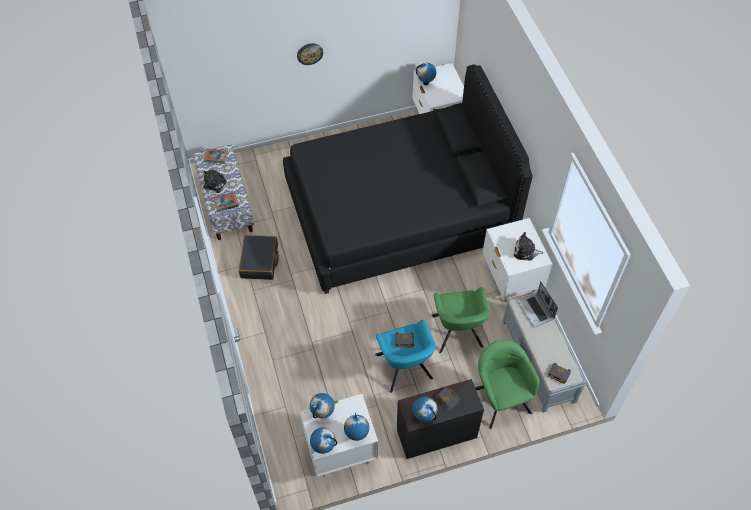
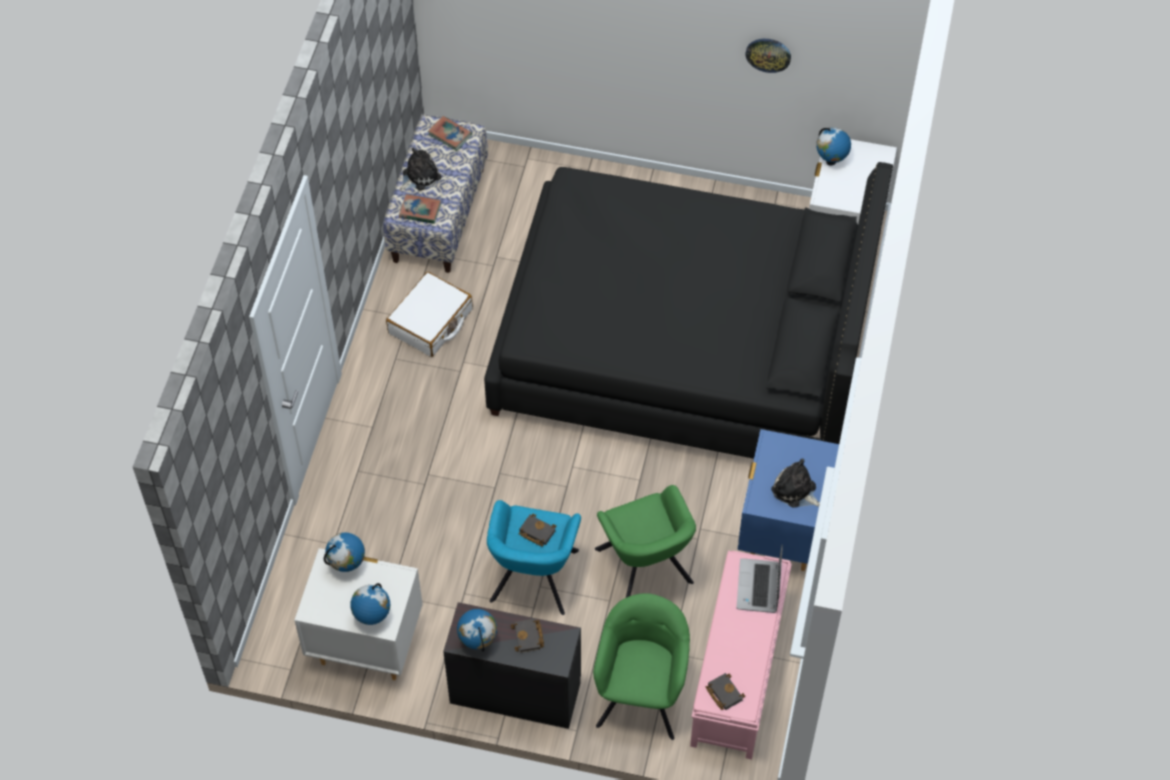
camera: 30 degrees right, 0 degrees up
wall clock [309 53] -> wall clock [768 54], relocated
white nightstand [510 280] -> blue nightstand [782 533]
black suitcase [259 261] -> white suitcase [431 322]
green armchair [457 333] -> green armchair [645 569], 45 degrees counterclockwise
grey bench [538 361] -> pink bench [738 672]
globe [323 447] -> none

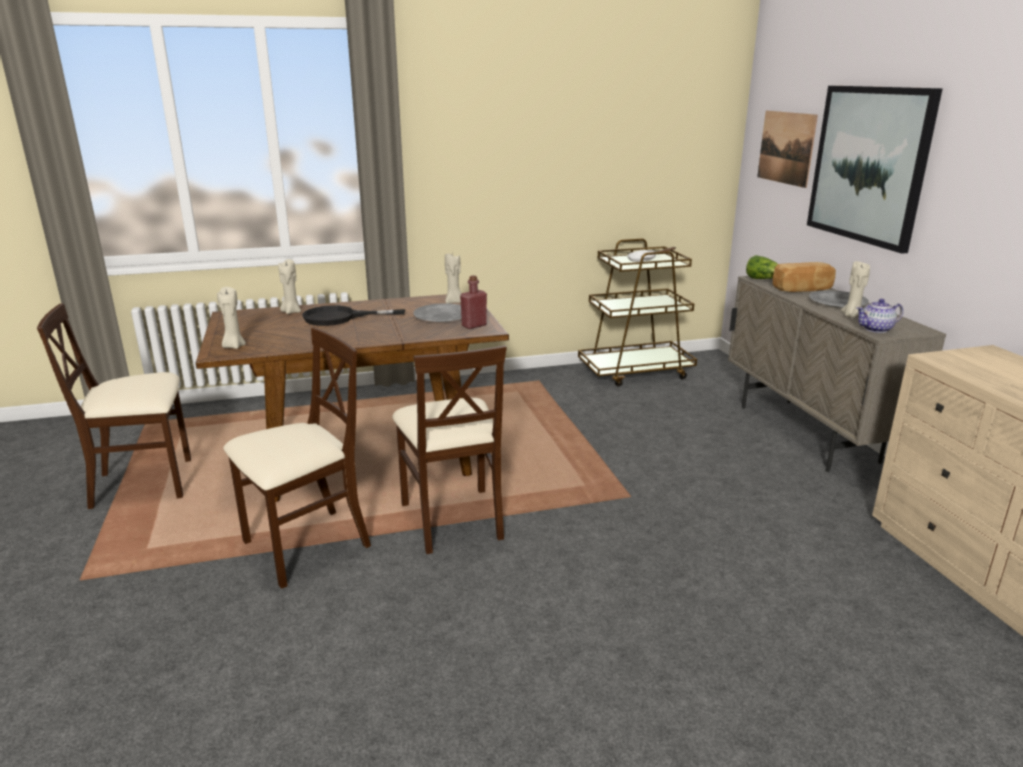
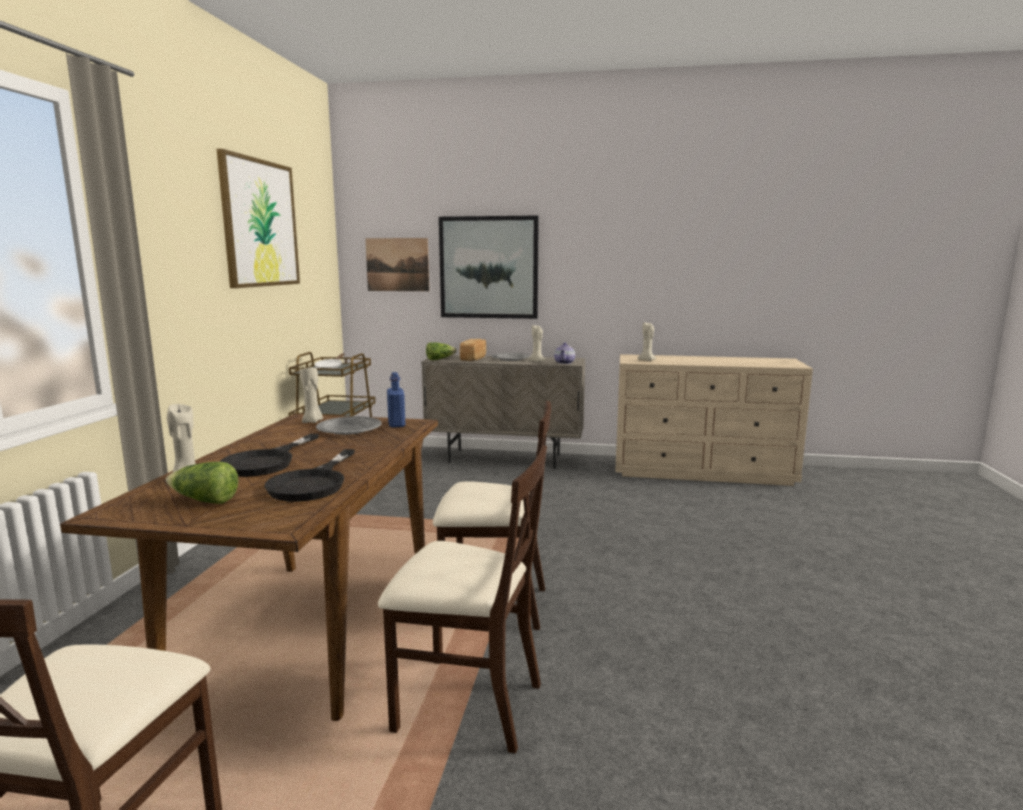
camera: 65 degrees left, 10 degrees down
red bottle [474 325] -> blue bottle [396 424]
beige candle [234 346] -> beige candle [647 360], relocated
beige chair [306 546] -> beige chair [467 704], 120 degrees clockwise
none -> picture [260 223]
none -> black frying pan [313 483]
none -> lettuce [204 501]

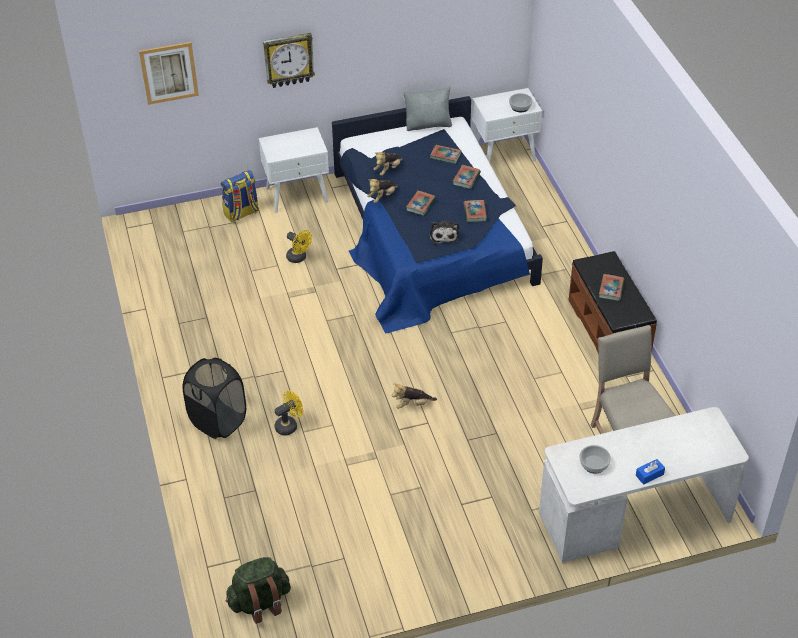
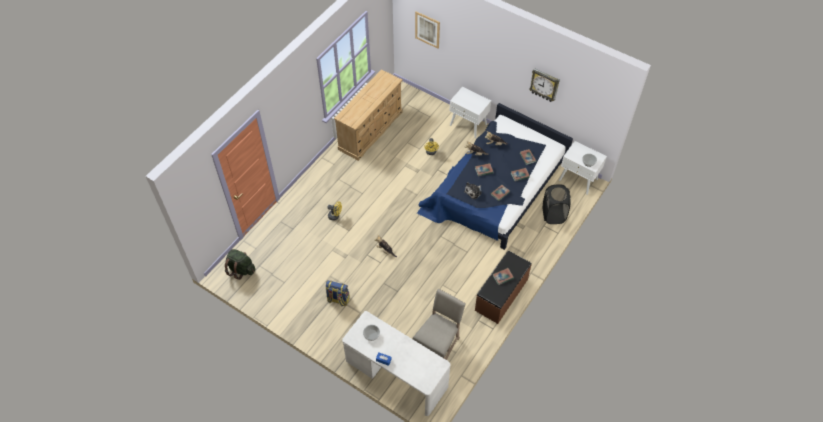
camera: 50 degrees right, 10 degrees up
wall clock [288 59] -> wall clock [544 85], relocated
grey pillow [428 125] -> none
backpack [241 213] -> backpack [338 299], relocated
black laundry basket [218 421] -> black laundry basket [553 215], relocated
none -> beige dresser [371 130]

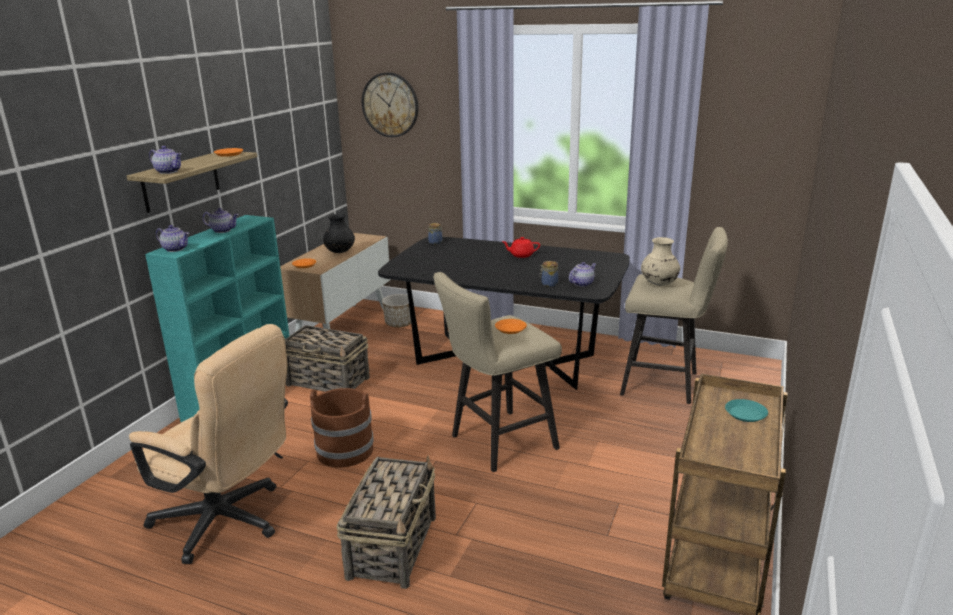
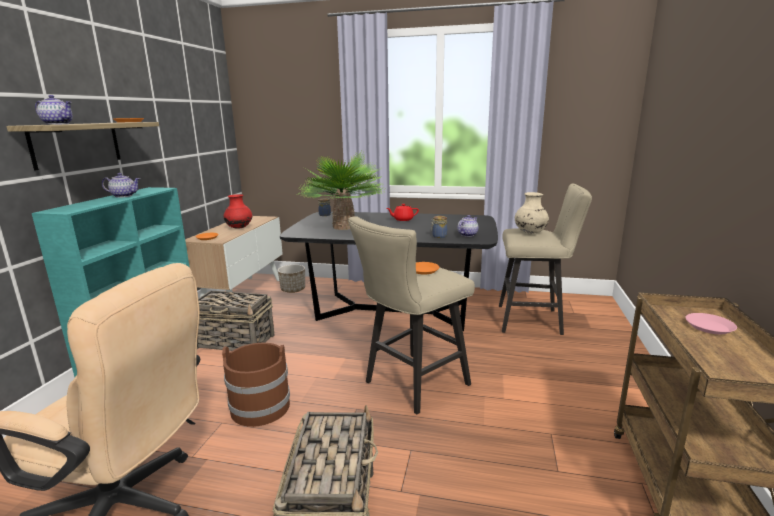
camera: 10 degrees left, 5 degrees down
wall clock [390 105] -> none
black vase [340 252] -> red vase [239 228]
teapot [176 249] -> none
turquoise plate [745 414] -> pink plate [709 327]
none -> potted plant [344 227]

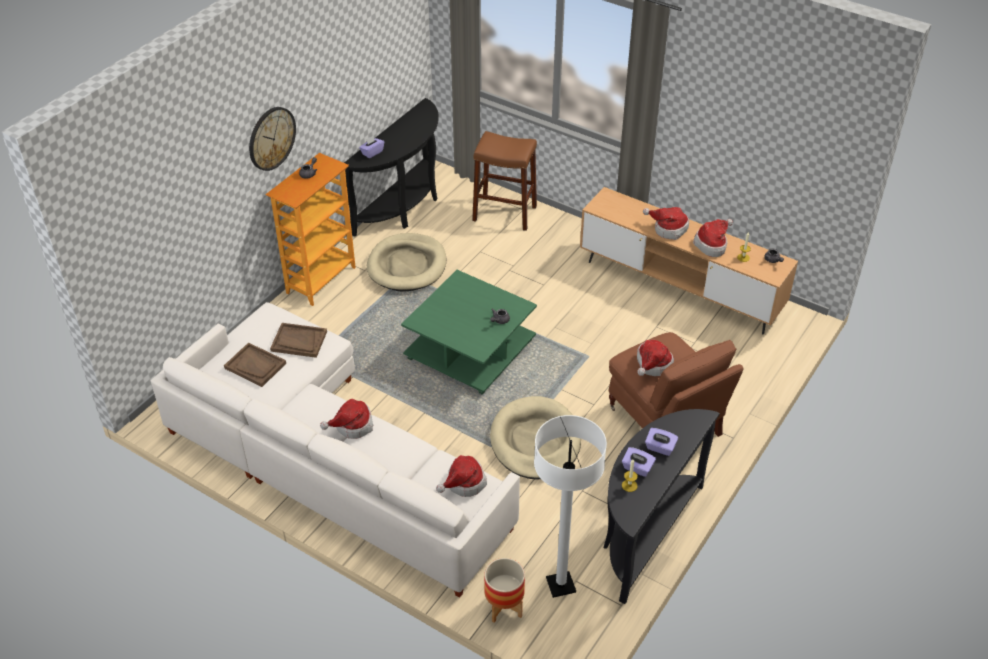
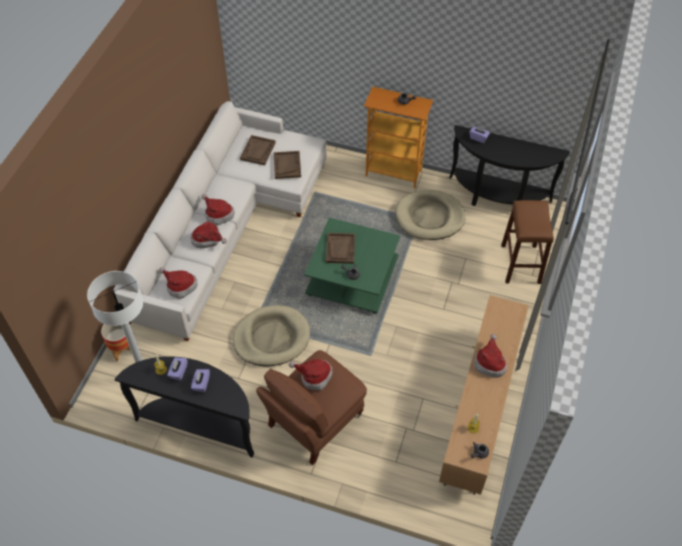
camera: 75 degrees right, 10 degrees up
wall clock [271 138] -> none
hat [712 244] -> hat [208 240], relocated
none -> brown tray [340 249]

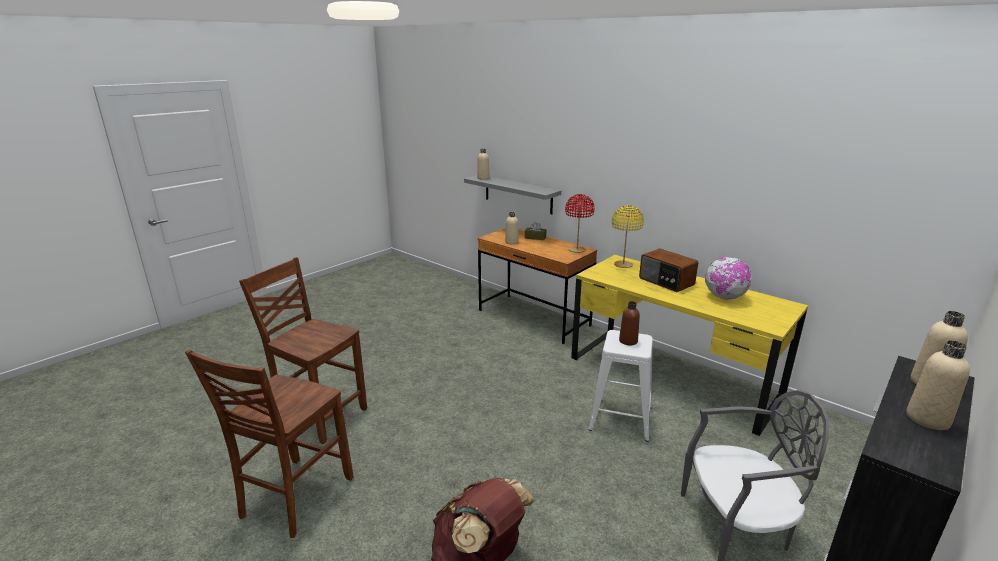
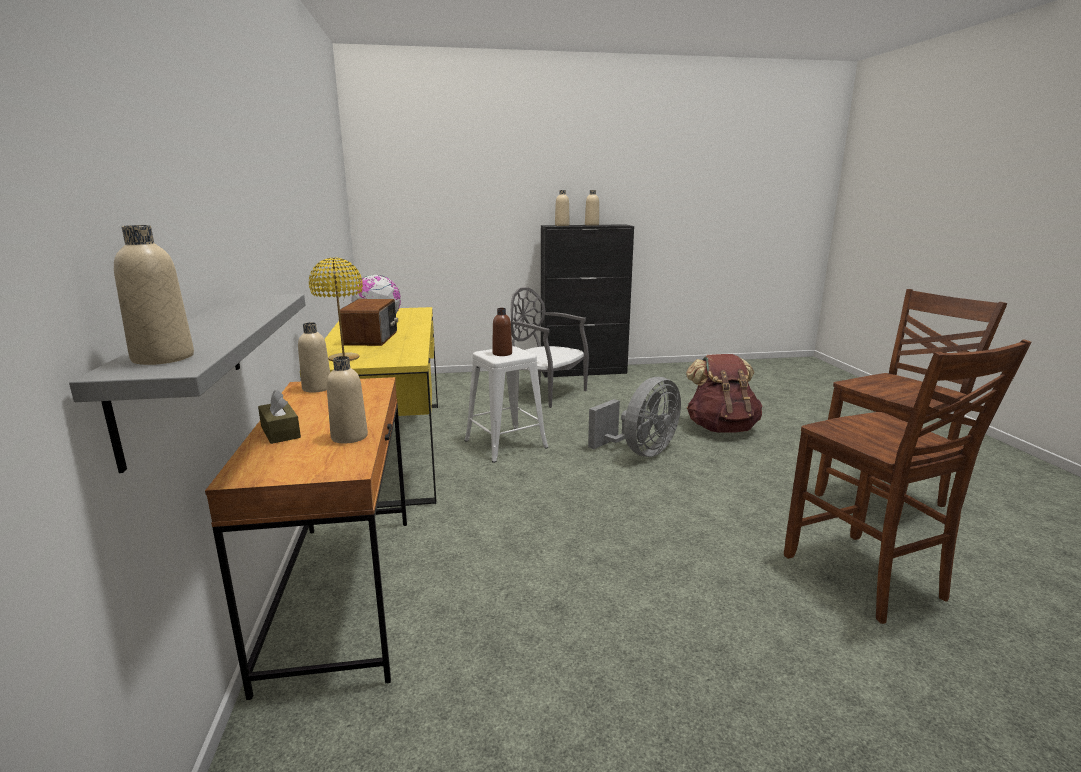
camera: 140 degrees left, 5 degrees down
red table lamp [576 250] -> beige bottle [317 388]
none -> grey fan [640 452]

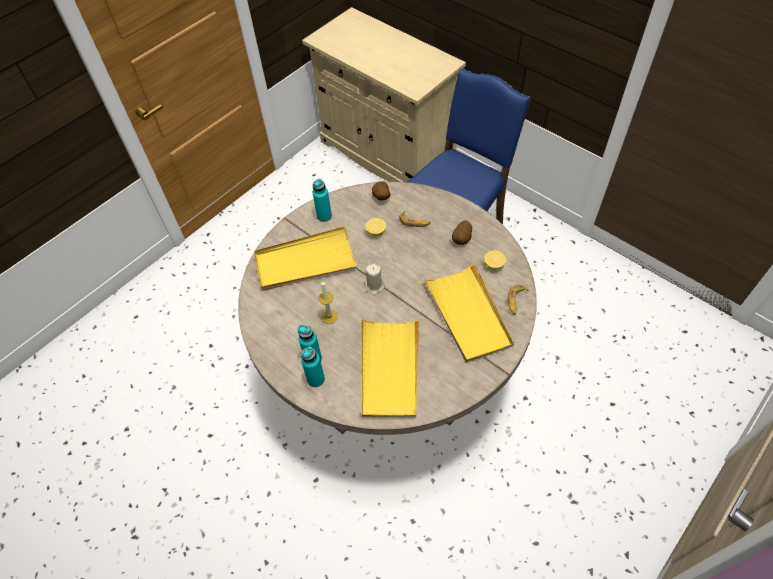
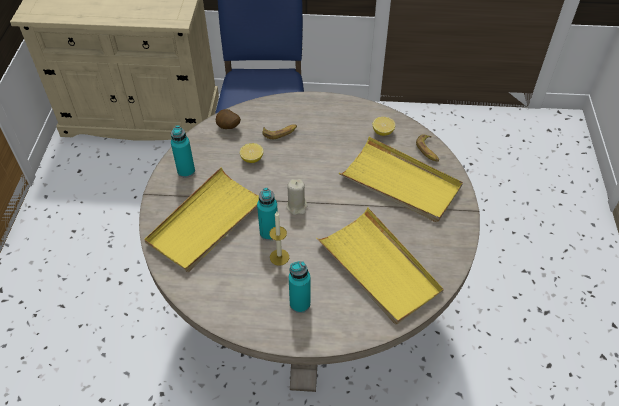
camera: 40 degrees left, 5 degrees down
potato [462 239] -> none
turquoise bottle [316 379] -> turquoise bottle [269 233], relocated

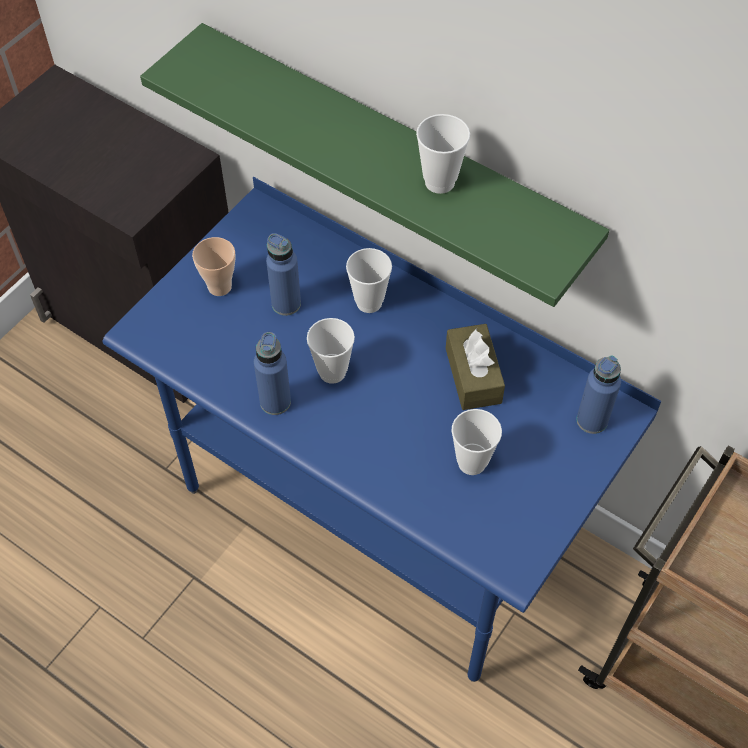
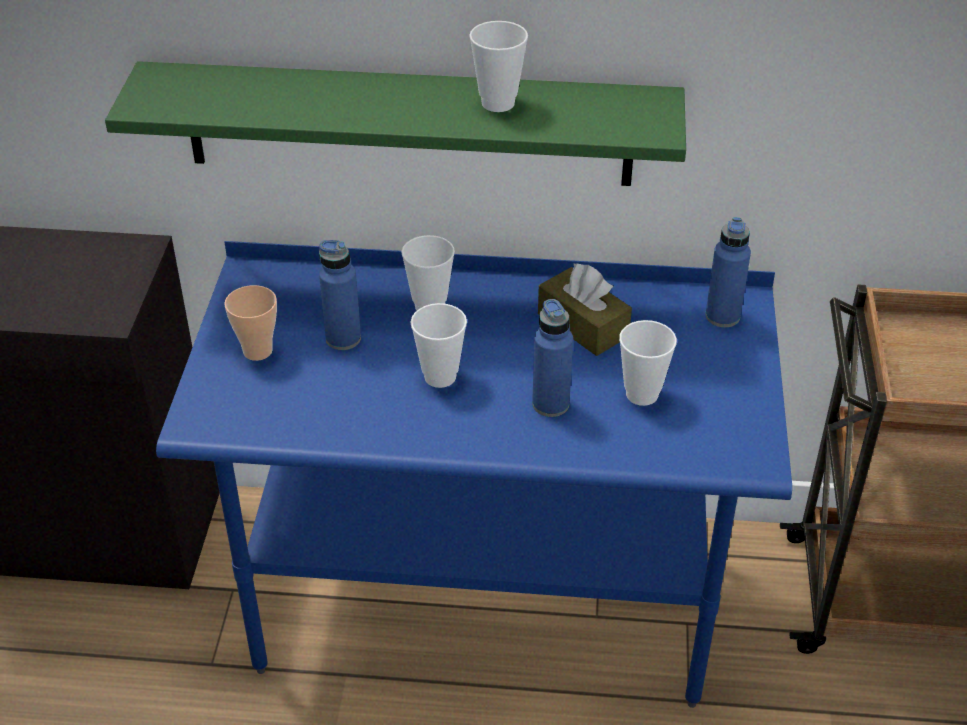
camera: 30 degrees left, 15 degrees down
blue bottle [275 402] -> blue bottle [550 404], relocated

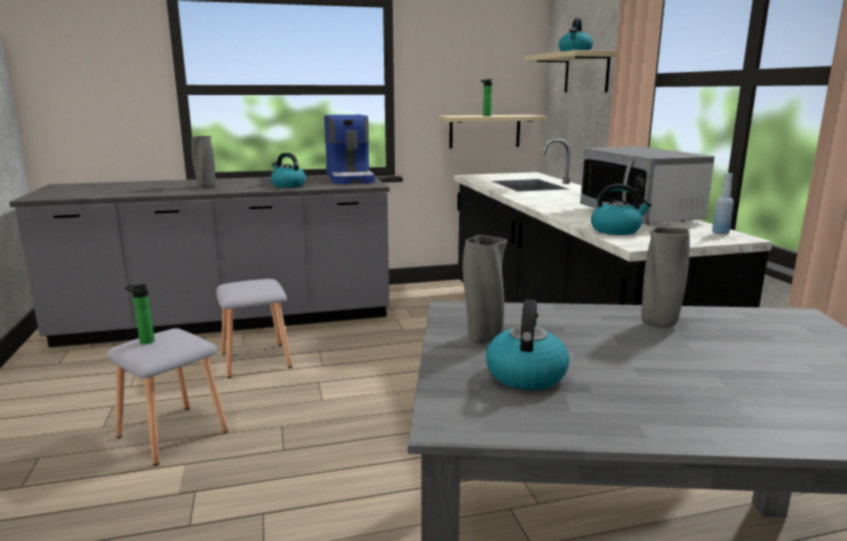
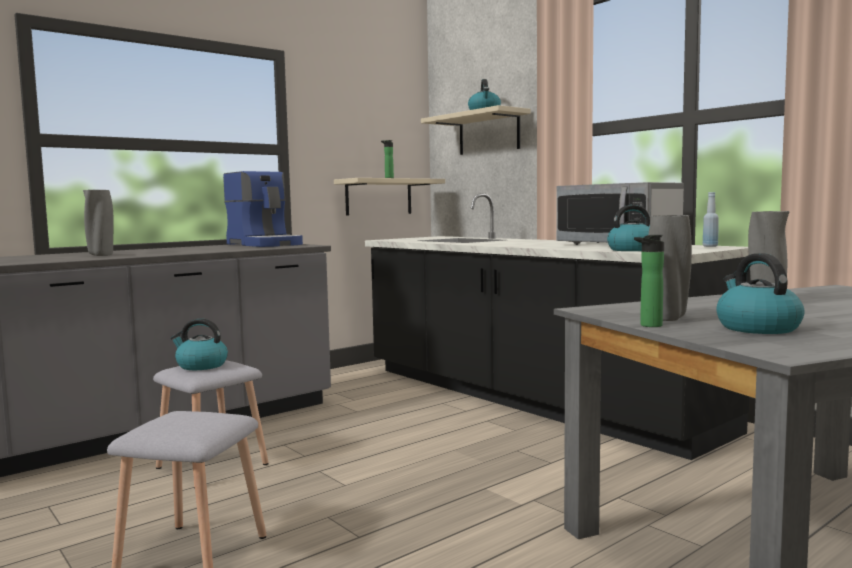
camera: 25 degrees left, 10 degrees down
kettle [288 185] -> kettle [201 365], relocated
bottle [144 341] -> bottle [648 326], relocated

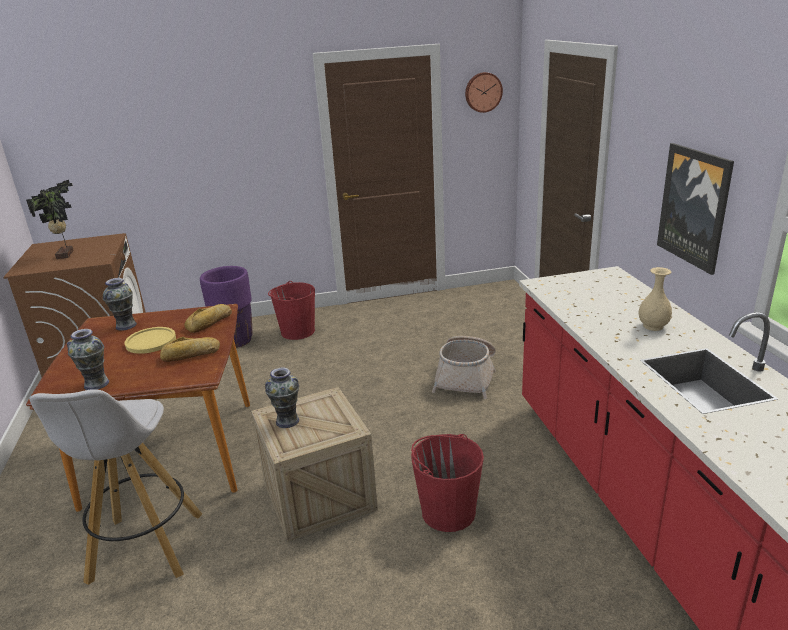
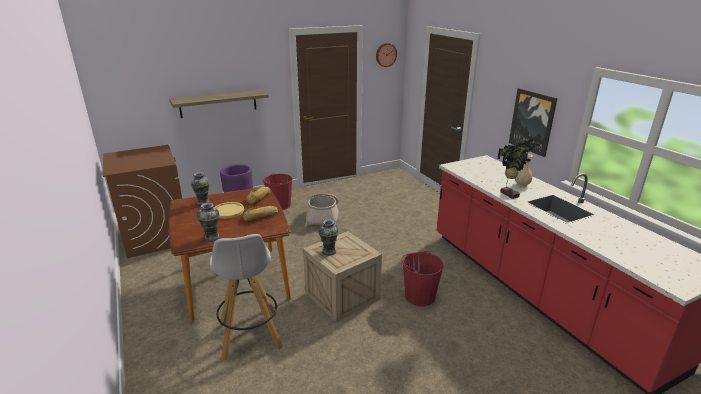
camera: 15 degrees left, 0 degrees up
potted plant [67 254] -> potted plant [510 194], relocated
basket [466 377] -> basket [323 217], relocated
none -> shelf [218 103]

